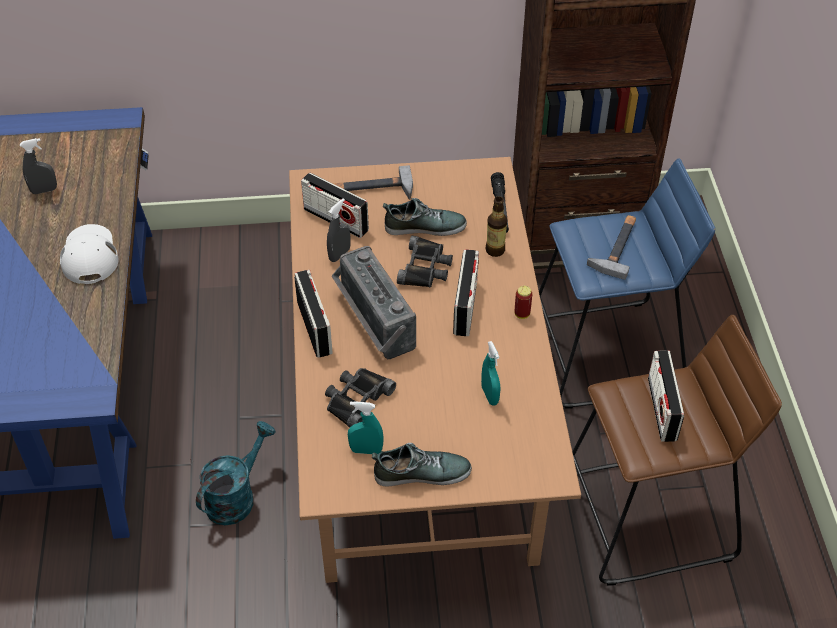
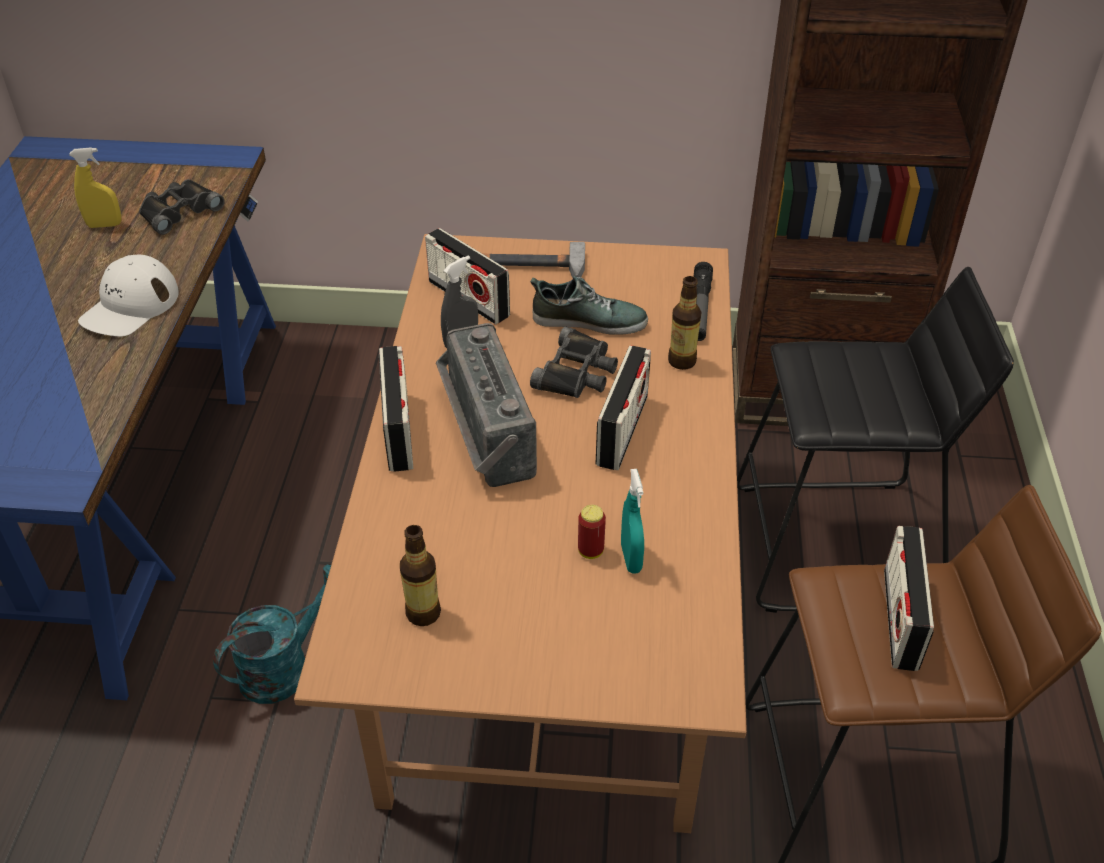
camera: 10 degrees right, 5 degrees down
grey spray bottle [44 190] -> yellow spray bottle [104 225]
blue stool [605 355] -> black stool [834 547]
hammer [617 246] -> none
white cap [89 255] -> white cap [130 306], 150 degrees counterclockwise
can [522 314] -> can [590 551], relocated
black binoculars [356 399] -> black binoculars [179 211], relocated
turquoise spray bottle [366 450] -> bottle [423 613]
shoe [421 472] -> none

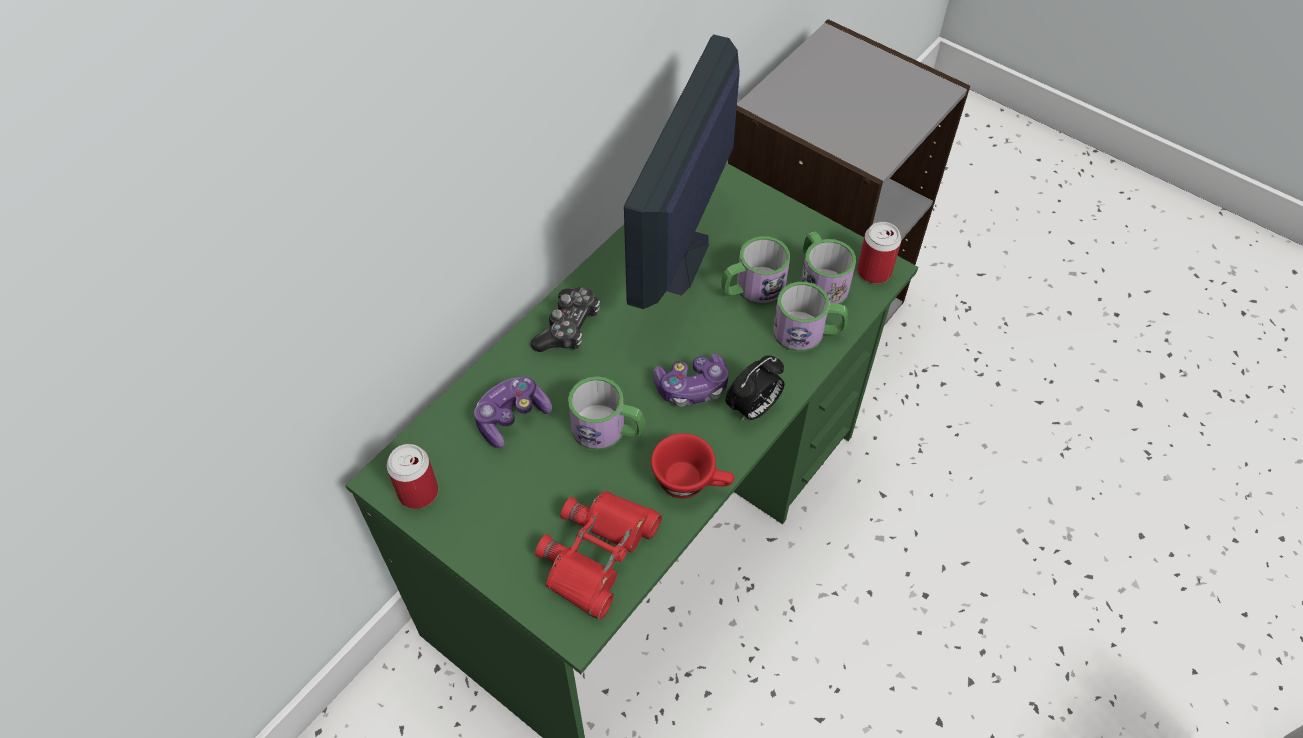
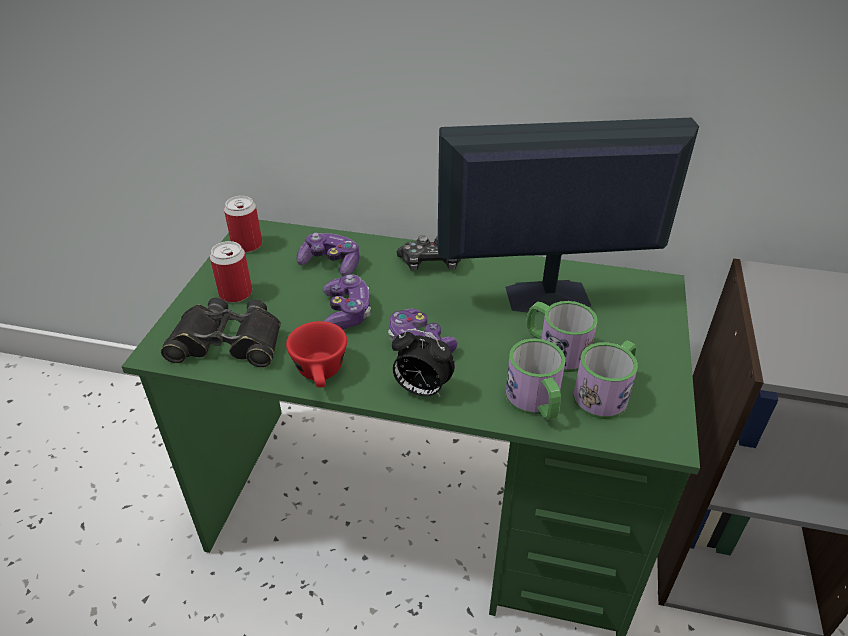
camera: 65 degrees right, 15 degrees down
can [874 271] -> can [236 293], relocated
mug [608 430] -> game controller [347 312]
red binoculars [597 554] -> black binoculars [228 342]

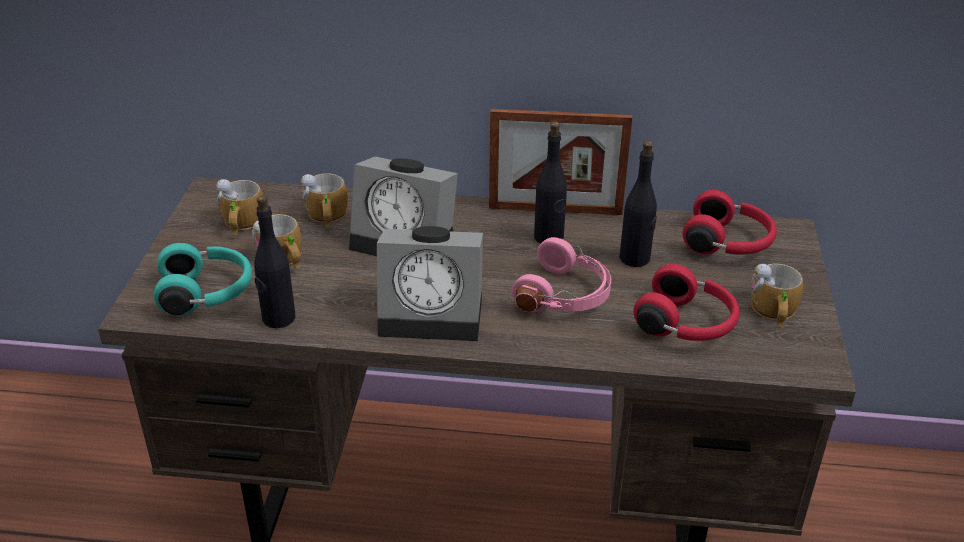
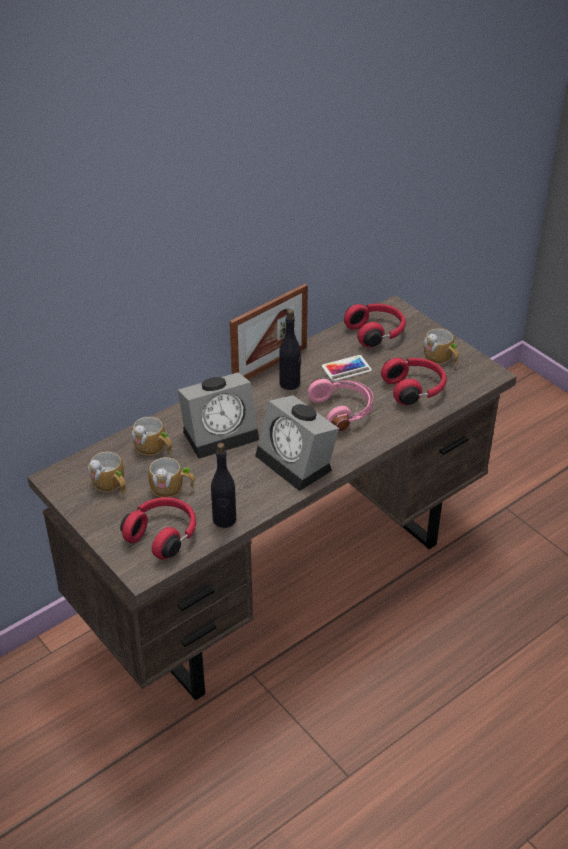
camera: 45 degrees left, 5 degrees up
black bottle [635 258] -> phone [346 369]
alarm clock [435 314] -> alarm clock [298 462], 90 degrees clockwise
turquoise headphones [207 293] -> red headphones [163 535]

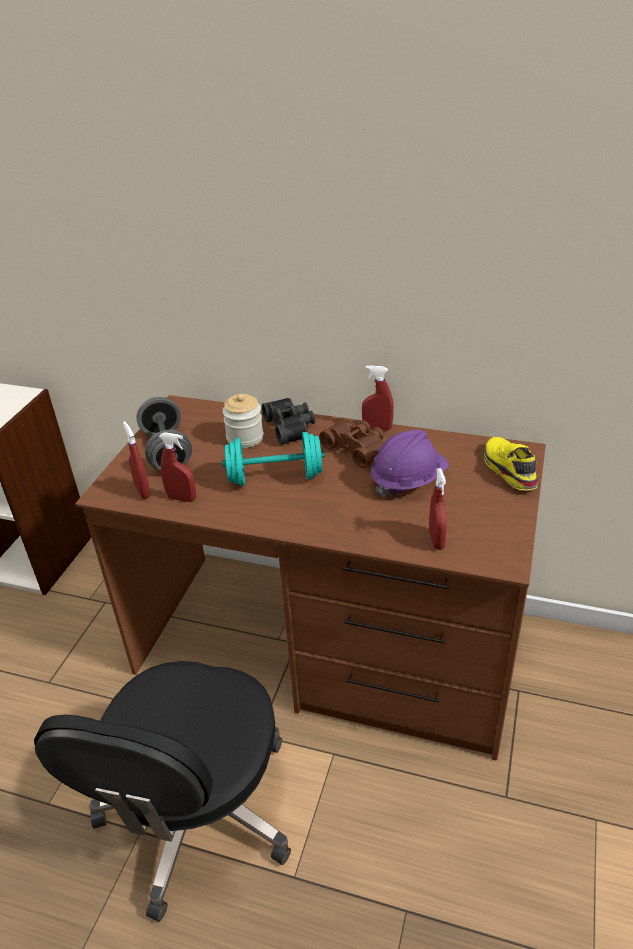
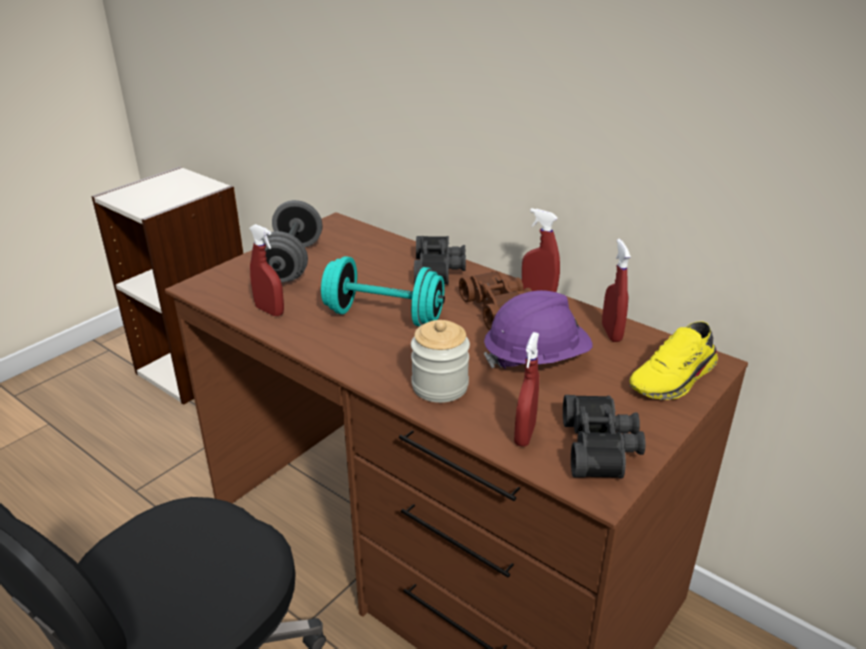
camera: 20 degrees right, 5 degrees down
jar [245 438] -> jar [440 386], relocated
red spray bottle [142 491] -> red spray bottle [611 333], relocated
yellow shoe [507 470] -> yellow shoe [674 379], 135 degrees counterclockwise
none -> black binoculars [602 447]

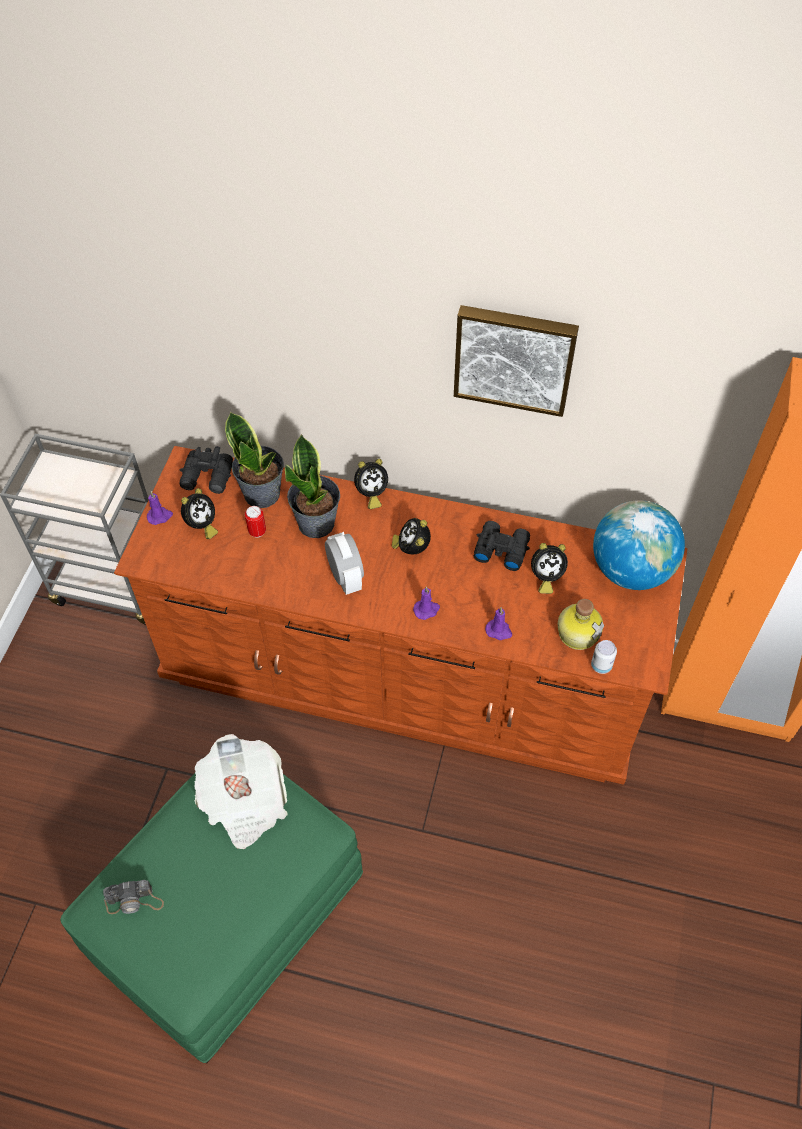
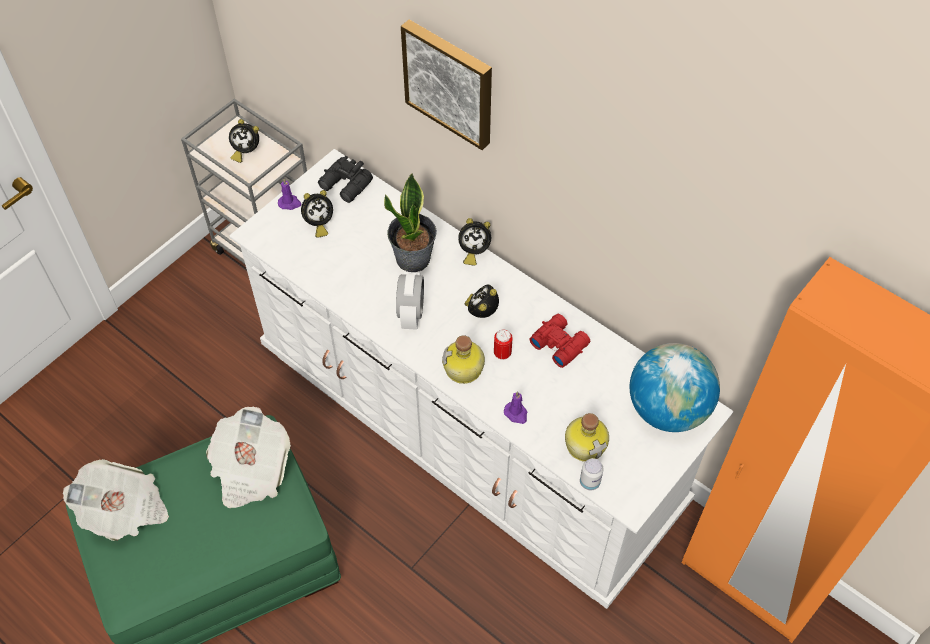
camera: 25 degrees right, 0 degrees up
picture [514 357] -> picture [450 82], relocated
potted plant [262 493] -> none
brown dresser [402 673] -> white dresser [466 427]
can [257 531] -> can [502 353], relocated
black binoculars [500 549] -> red binoculars [559 343]
alarm clock [545 577] -> alarm clock [246 151], relocated
purple candle [427 609] -> bottle [464 369]
photo camera [134 901] -> newspaper [124 510]

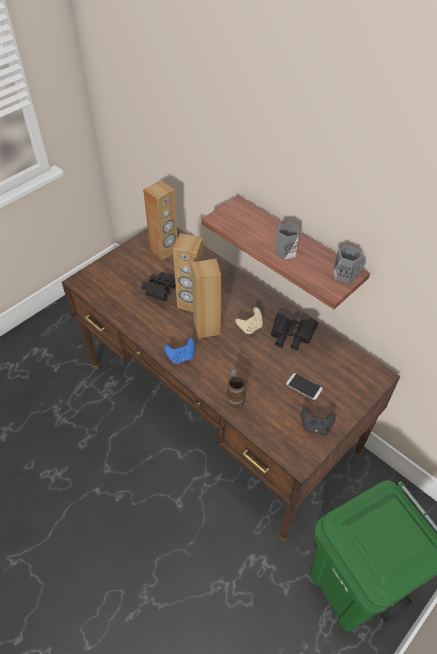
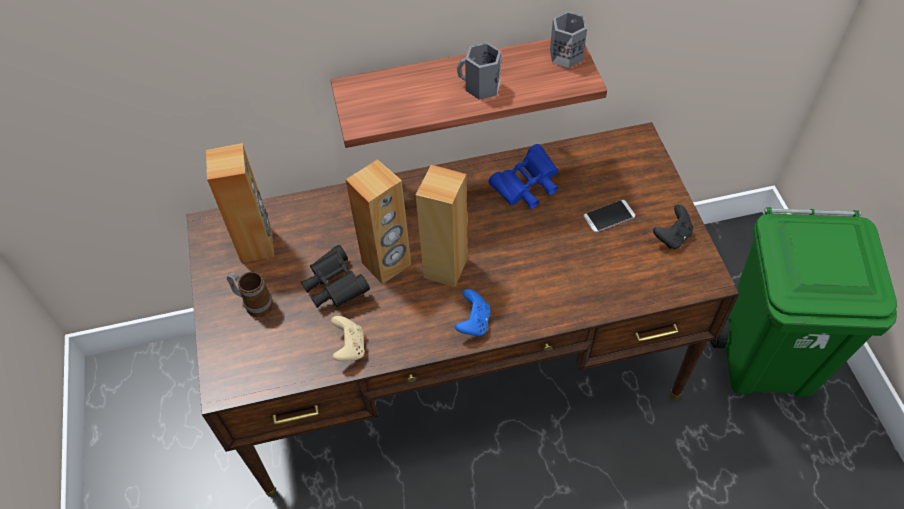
camera: 55 degrees left, 5 degrees up
beige game controller [250 327] -> beige game controller [349 347], relocated
black binoculars [290 337] -> blue binoculars [526 188]
mug [235 396] -> mug [254 304], relocated

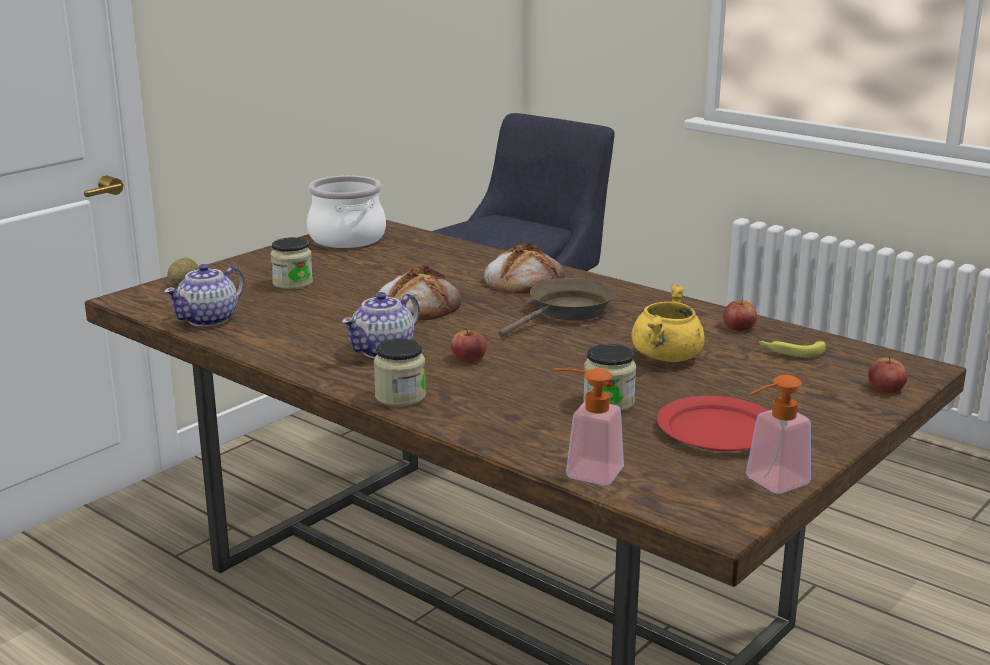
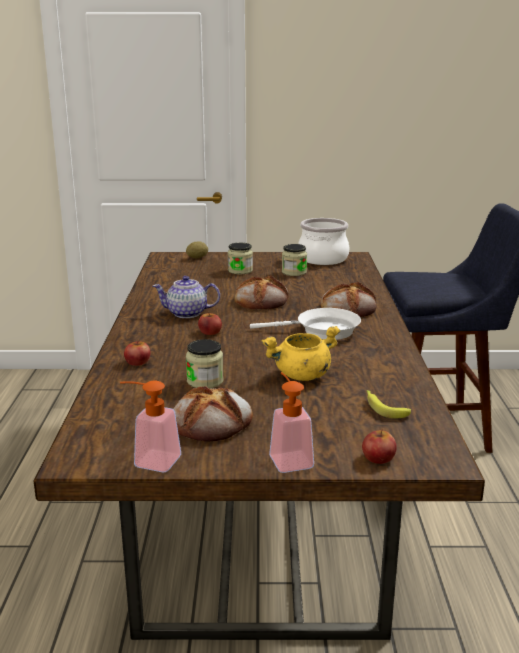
camera: 50 degrees right, 0 degrees up
teapot [209 319] -> none
brown frying pan [567 312] -> white frying pan [322 331]
apple [739 327] -> apple [137 362], relocated
jar [400 396] -> jar [294 272], relocated
soap dispenser [584 471] -> soap dispenser [288 458], relocated
red plate [717 429] -> bread [212 421]

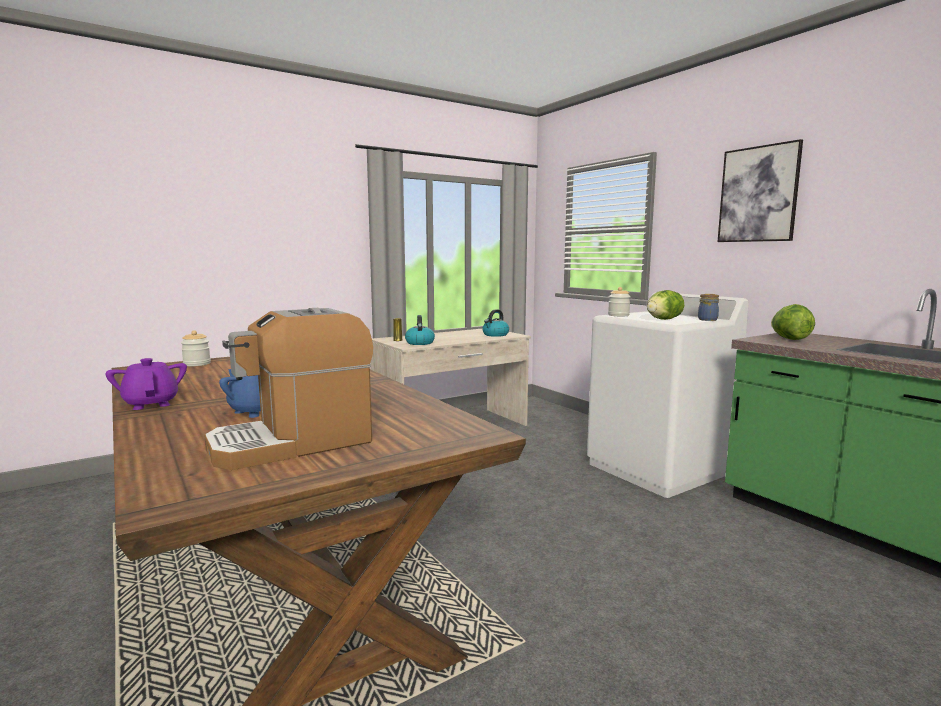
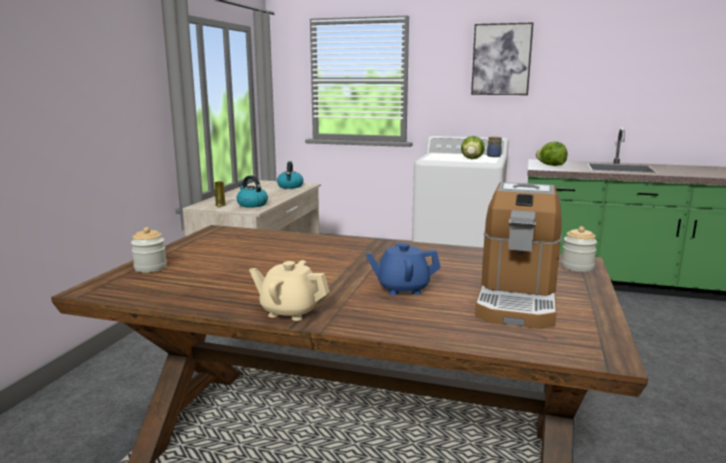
camera: 40 degrees left, 5 degrees up
jar [618 315] -> jar [577 267], relocated
purple teapot [151 404] -> beige teapot [290 311]

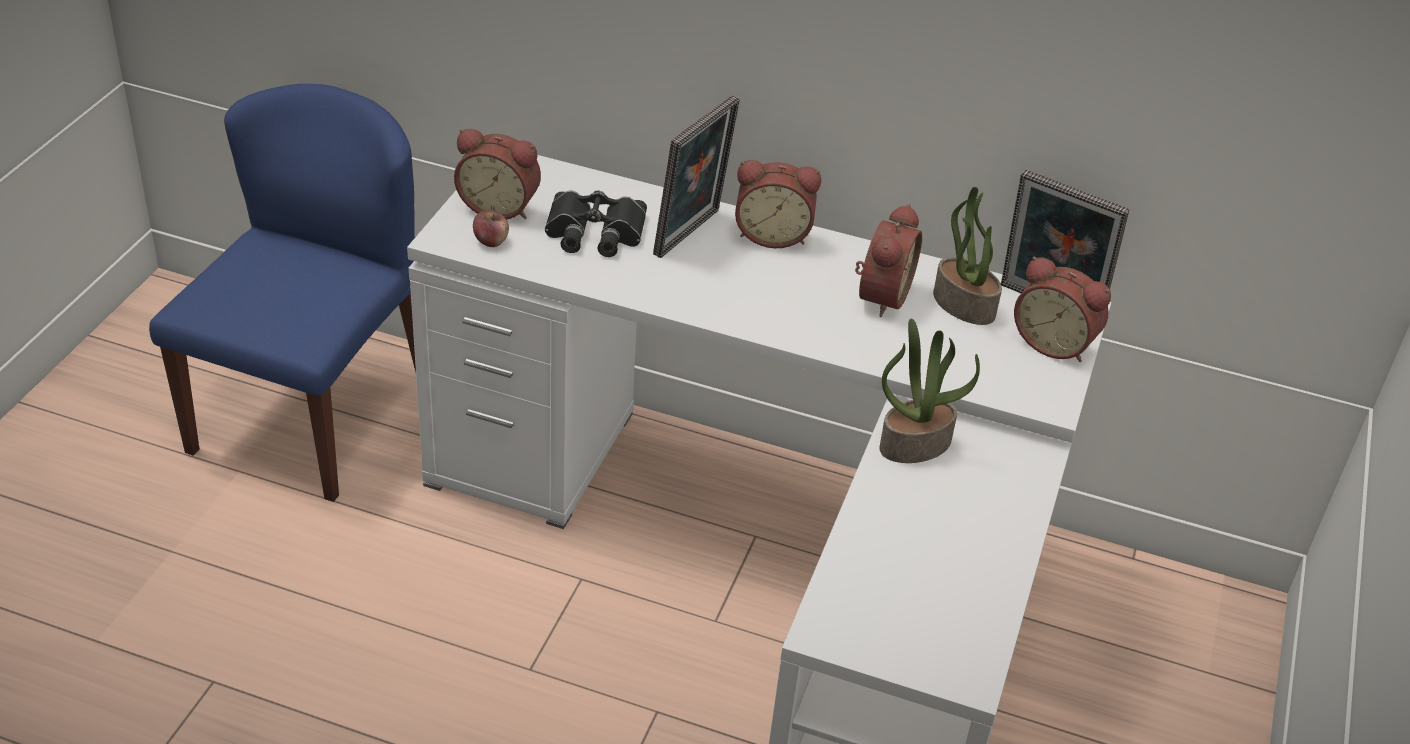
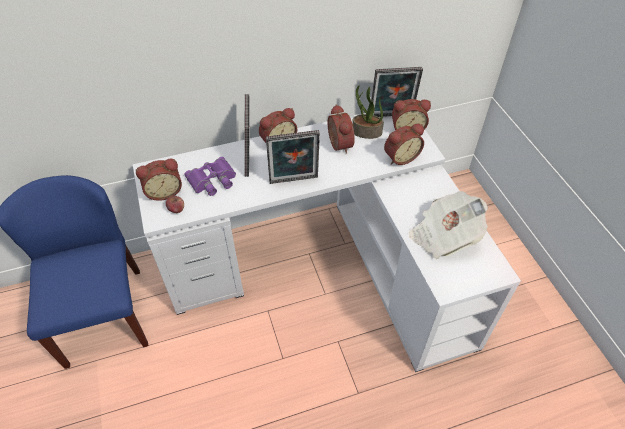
camera: 35 degrees left, 10 degrees up
black binoculars [594 233] -> purple binoculars [213 181]
potted plant [915 443] -> none
none -> alarm clock [400 157]
none -> picture frame [294 181]
none -> newspaper [444 236]

